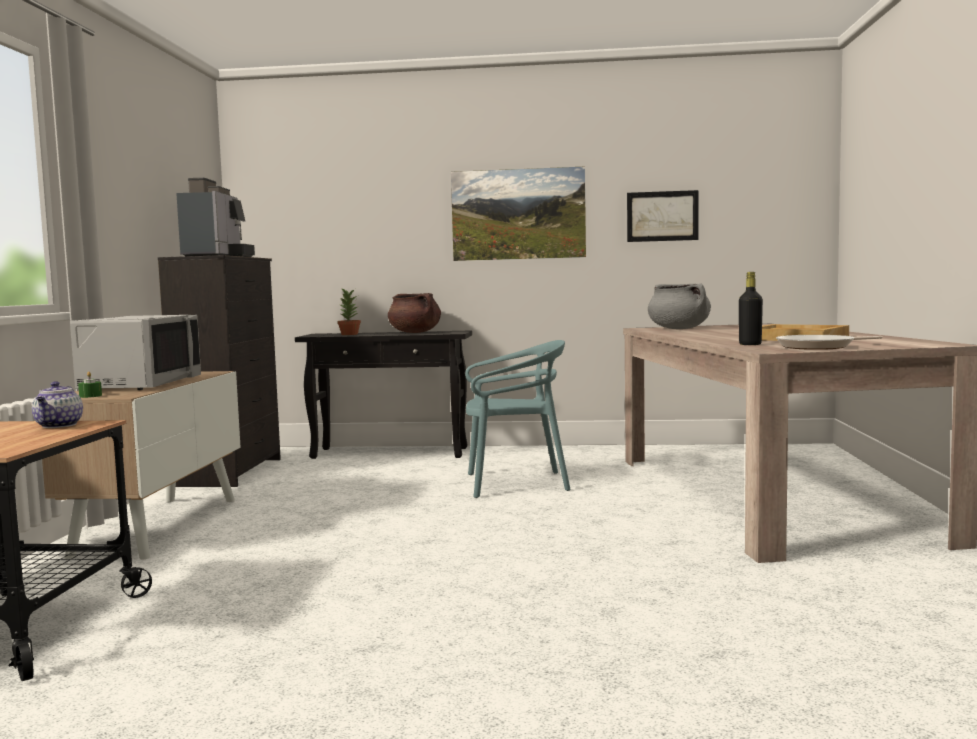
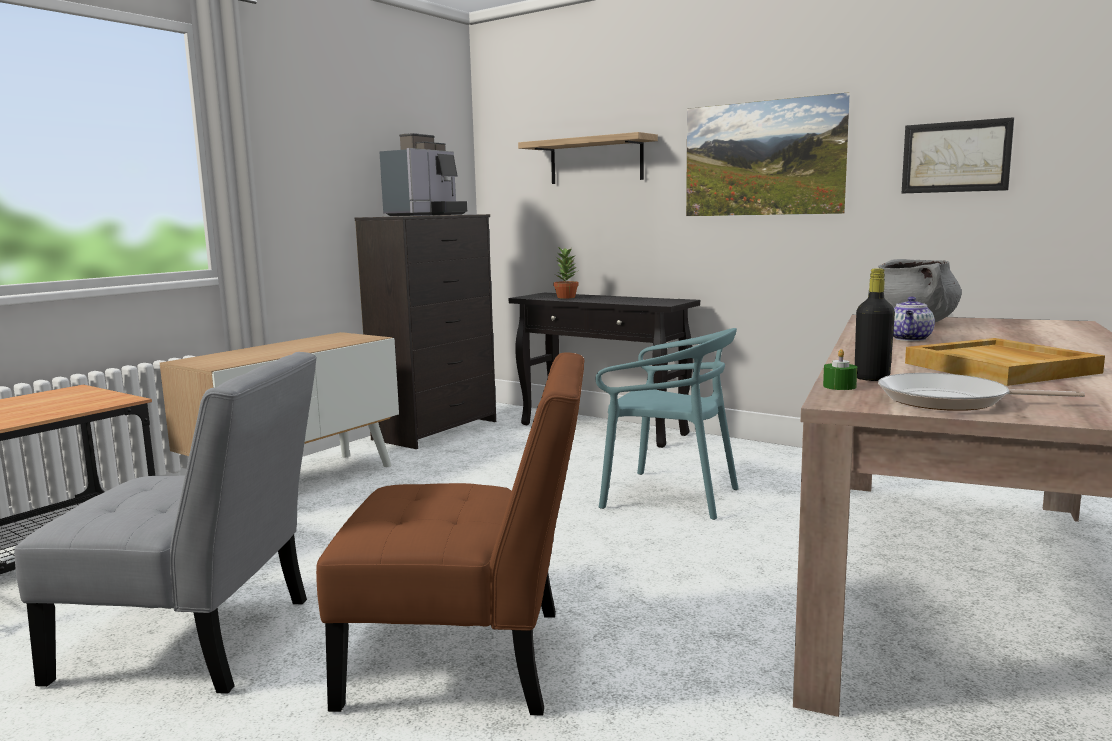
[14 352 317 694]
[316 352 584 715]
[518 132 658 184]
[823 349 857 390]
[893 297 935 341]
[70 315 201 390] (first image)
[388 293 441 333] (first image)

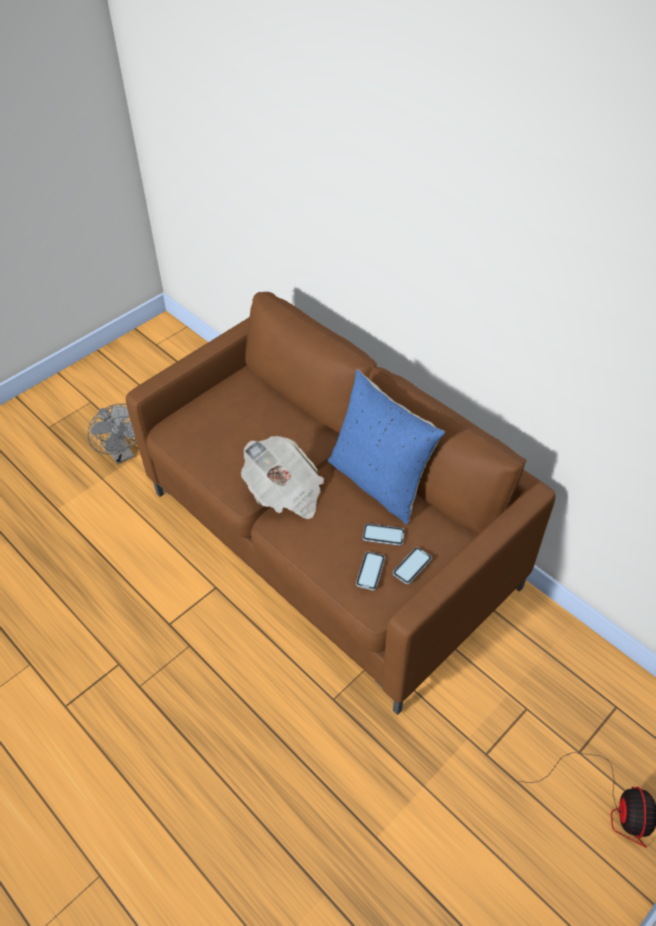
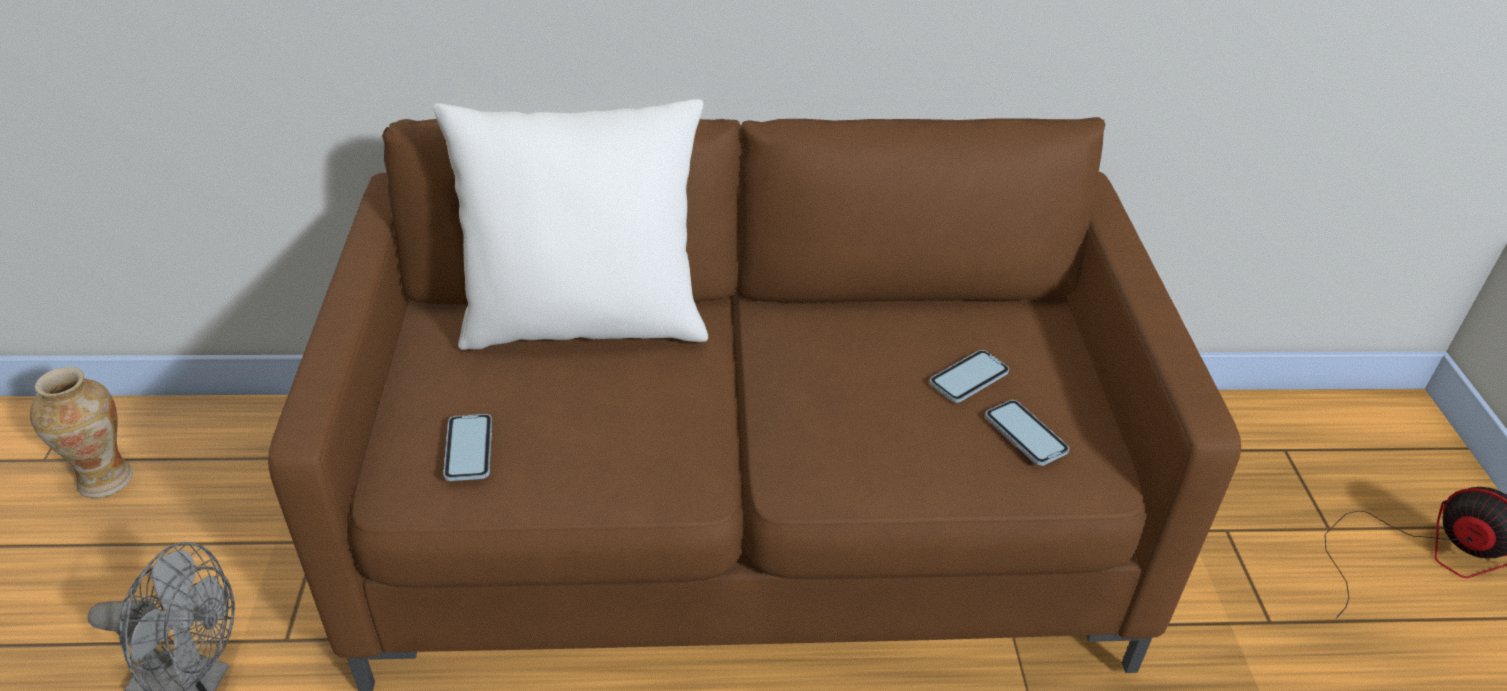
[30 367 133 498]
[433 99 708 350]
[443 414 492 481]
[241 436 324 519] (first image)
[328 370 445 525] (first image)

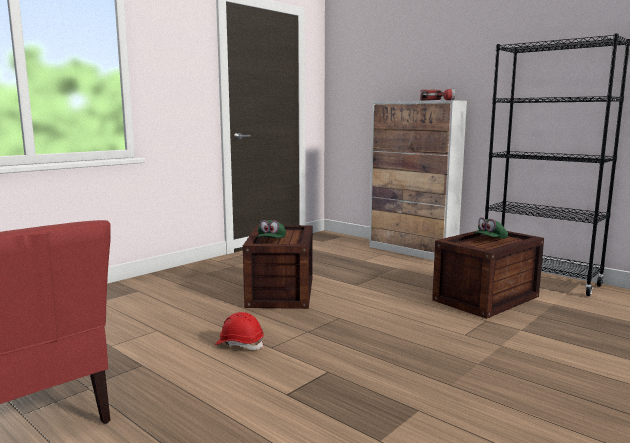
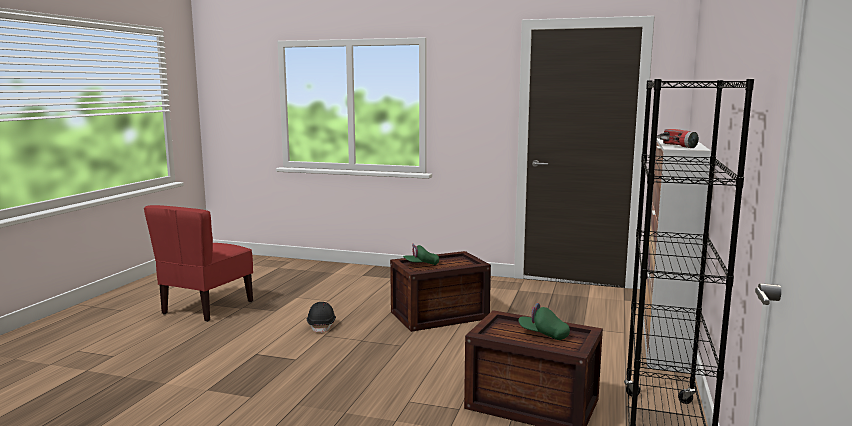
[307 302 336 334]

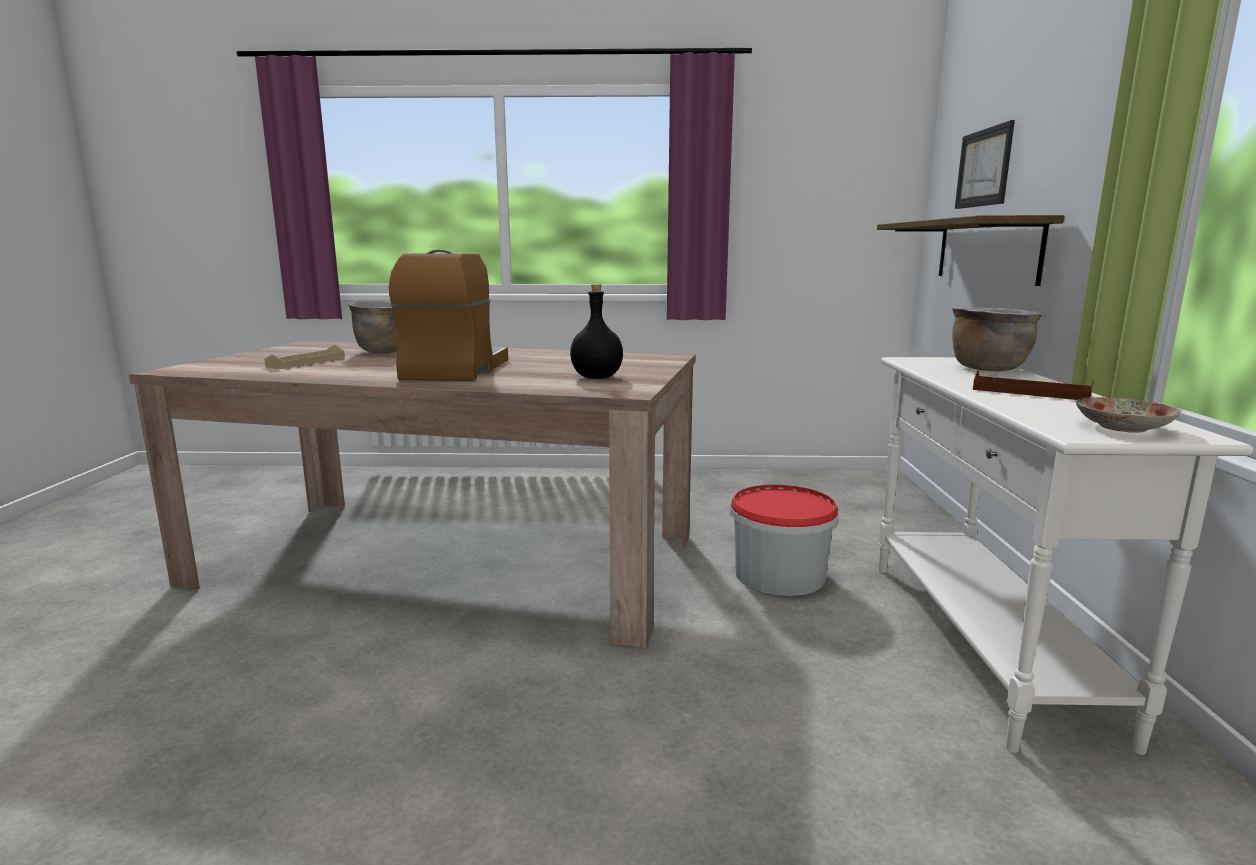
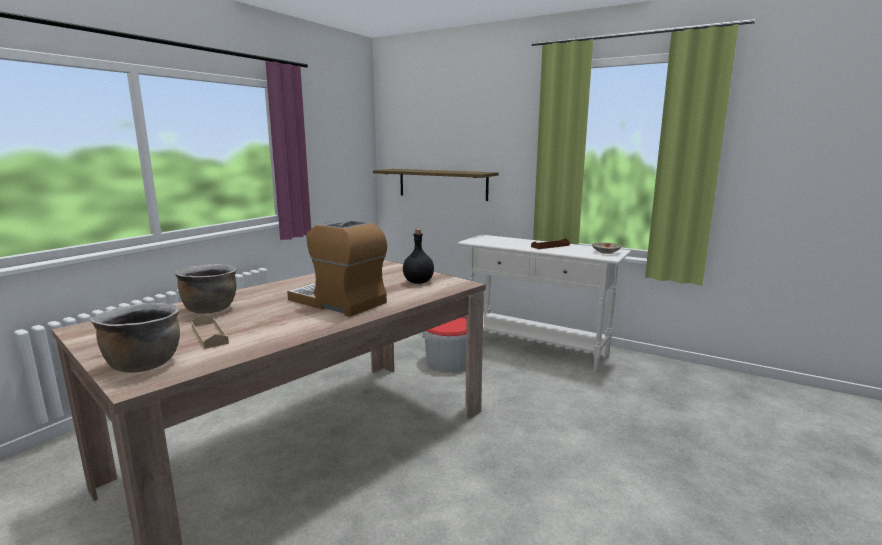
[90 303 180 373]
[955 120 1015 209] (first image)

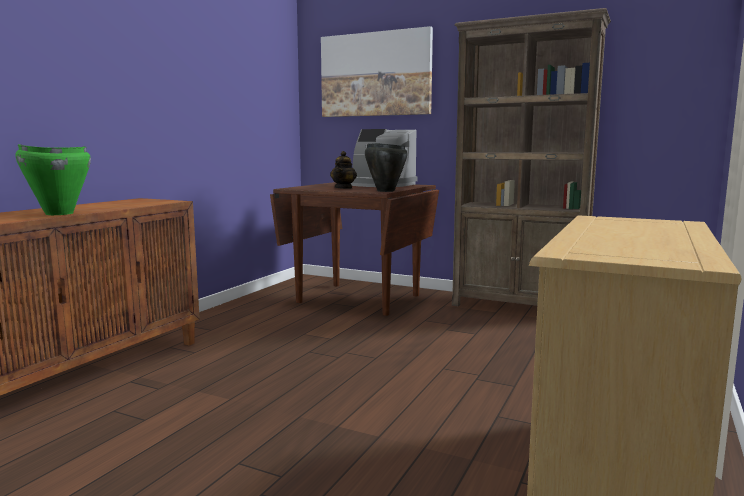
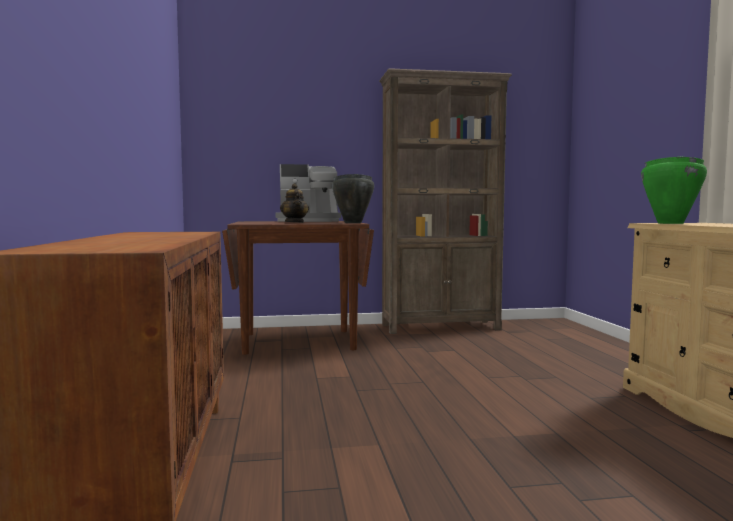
[641 157 707 224]
[321 26 433 117] (first image)

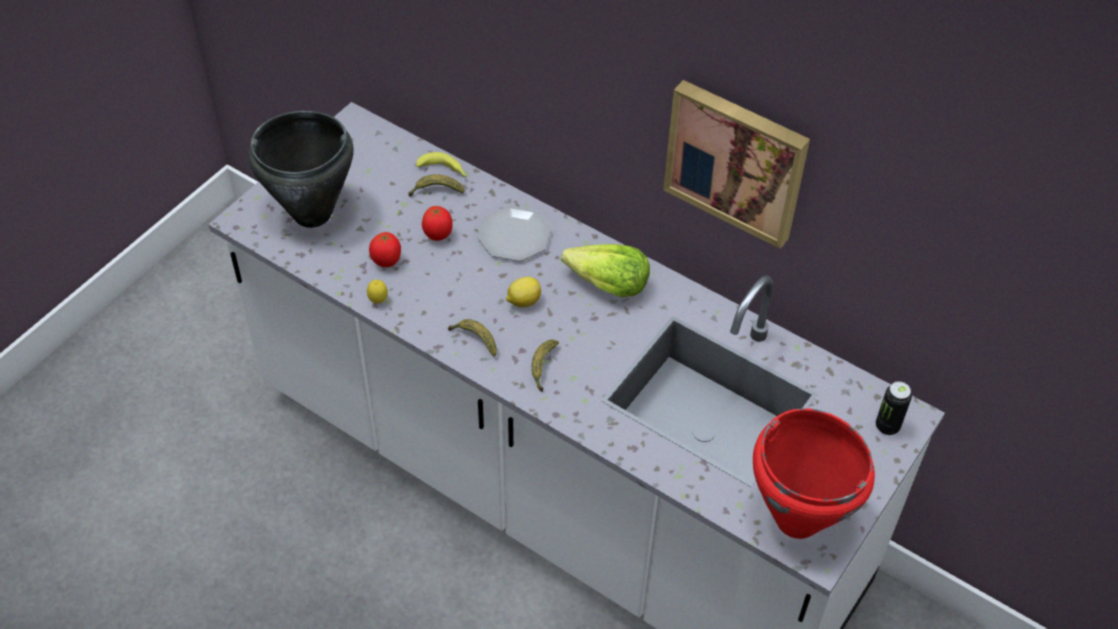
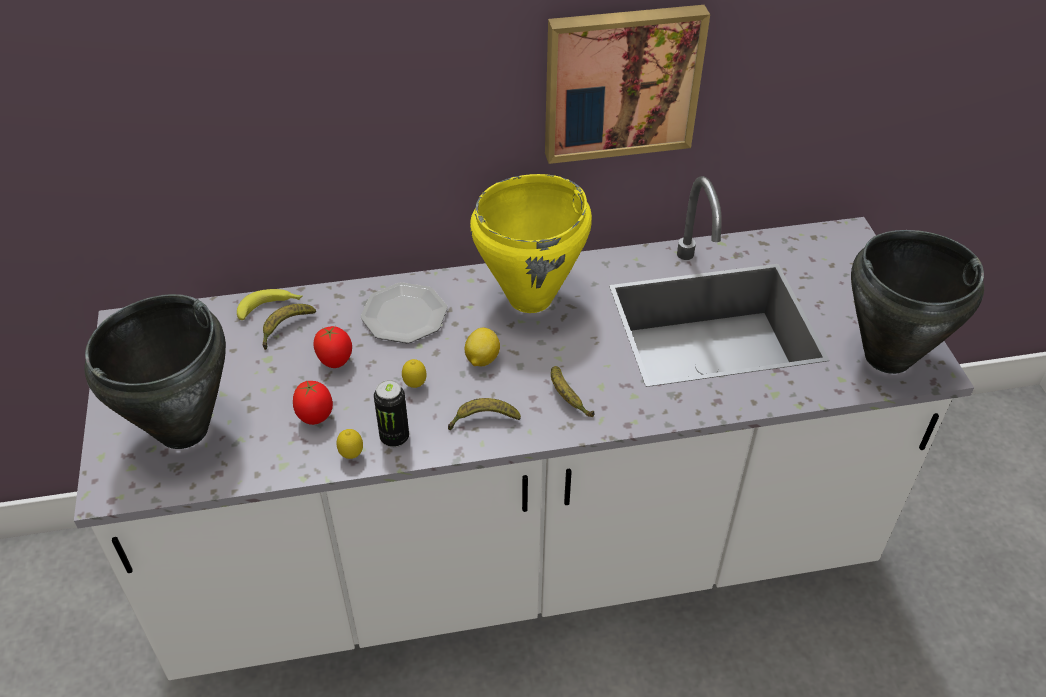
[374 380 409 447]
[402 359 427 388]
[470 174 592 313]
[851 230 984 374]

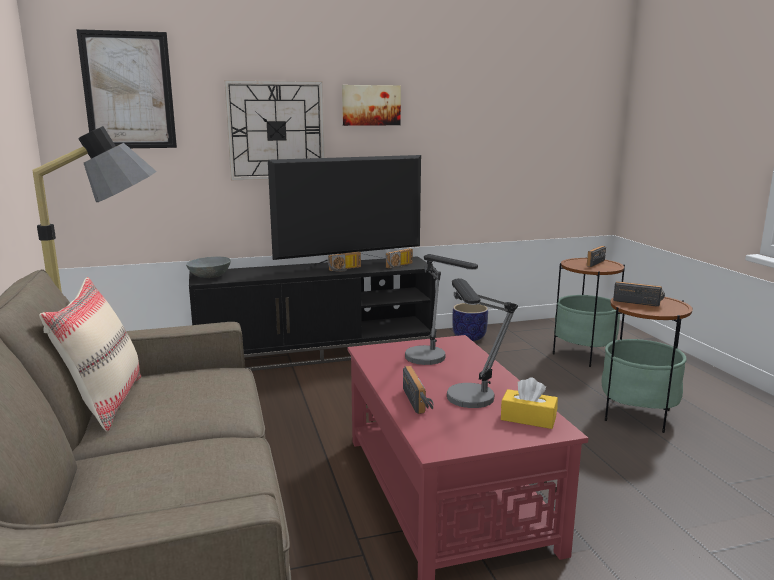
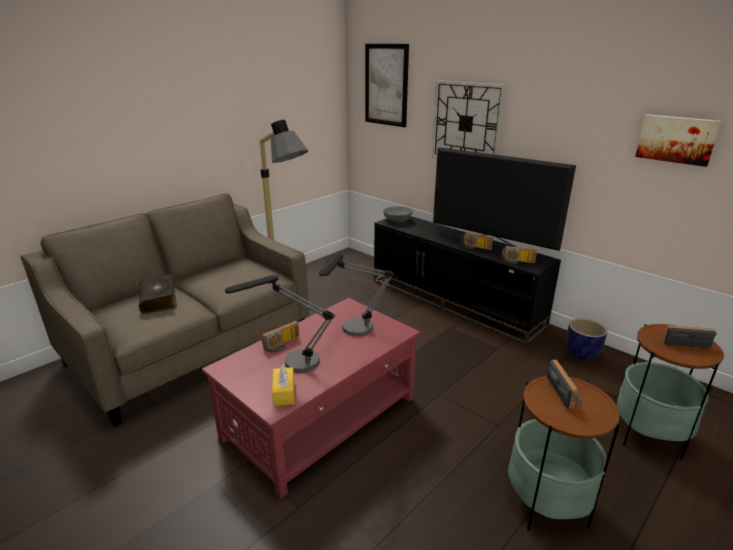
[139 274 177 314]
[635 114 721 167]
[39 277 141 431] (first image)

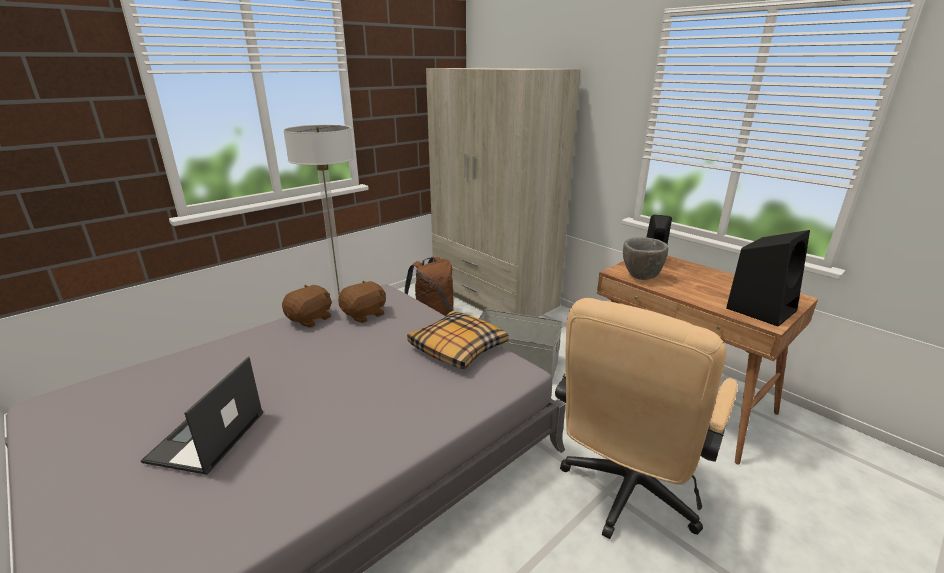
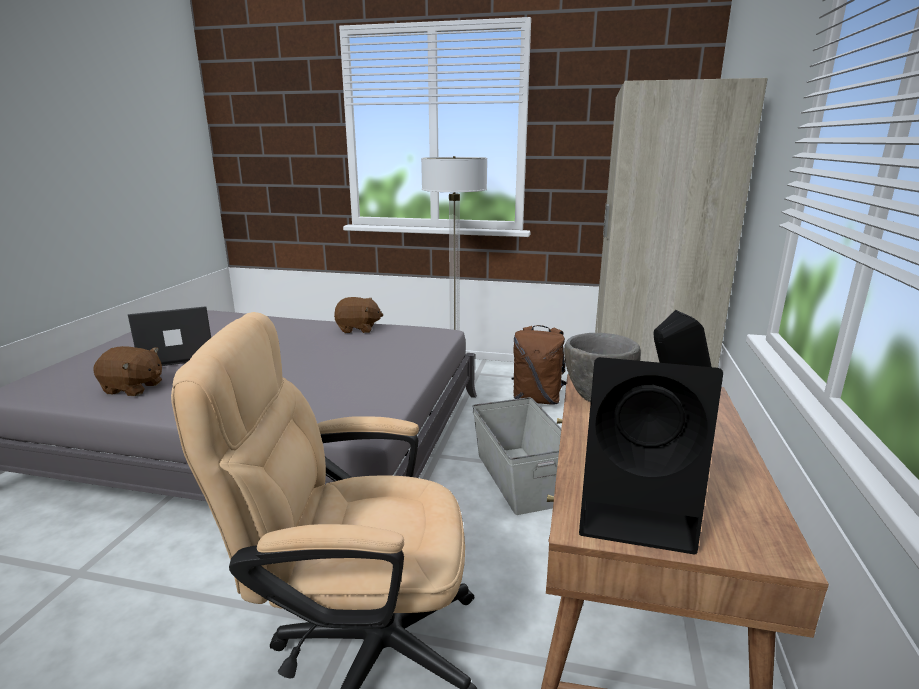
[93 346 162 396]
[407 311 509 369] (first image)

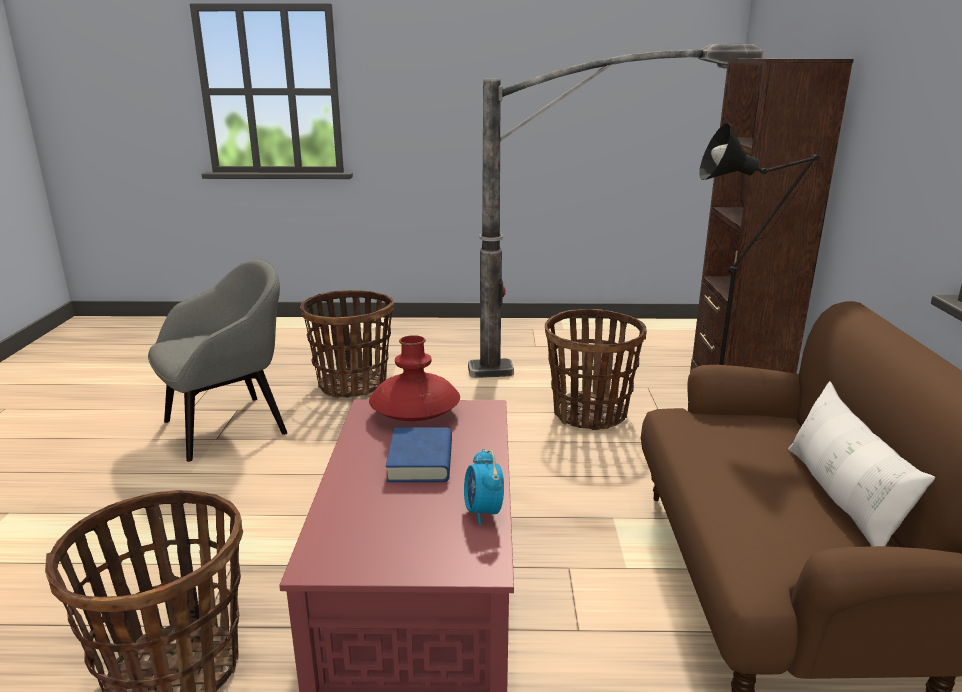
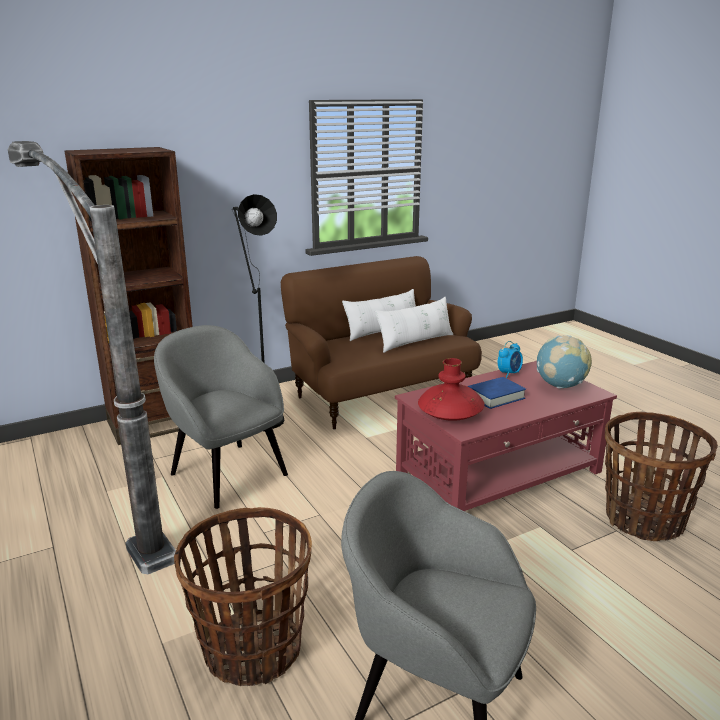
[154 325 288 509]
[375 297 453 353]
[537 335 592 389]

